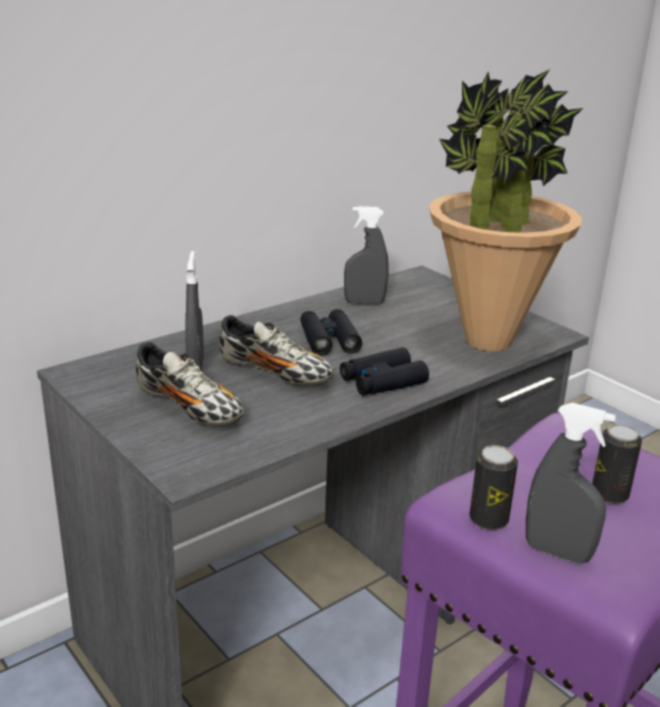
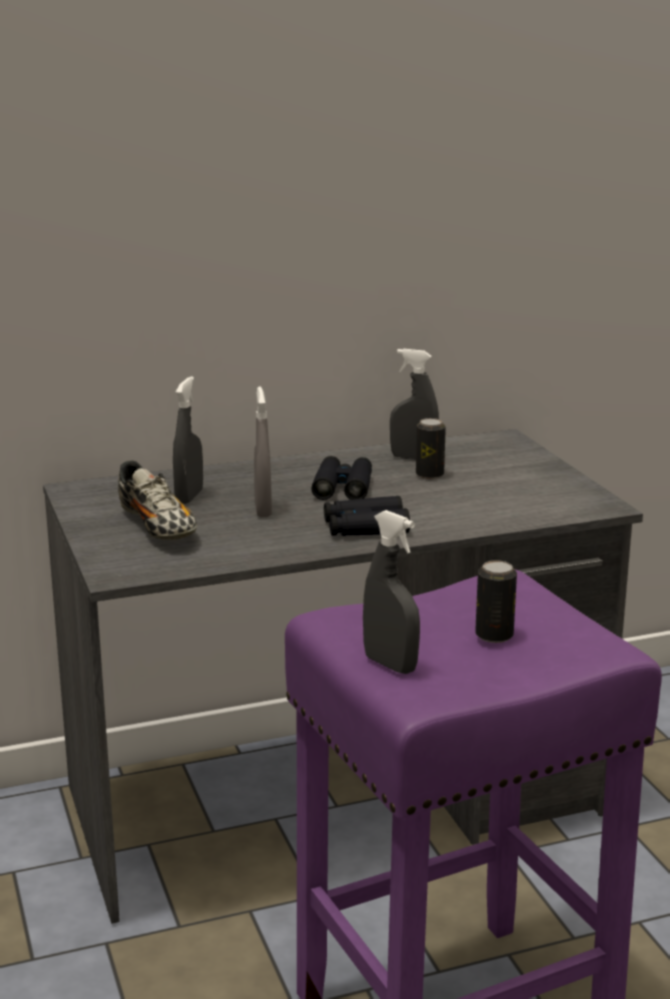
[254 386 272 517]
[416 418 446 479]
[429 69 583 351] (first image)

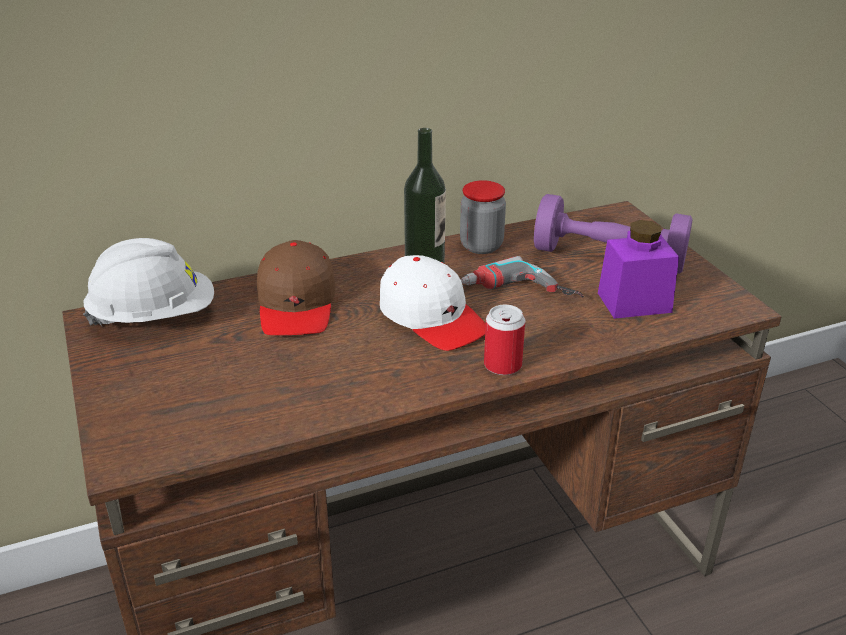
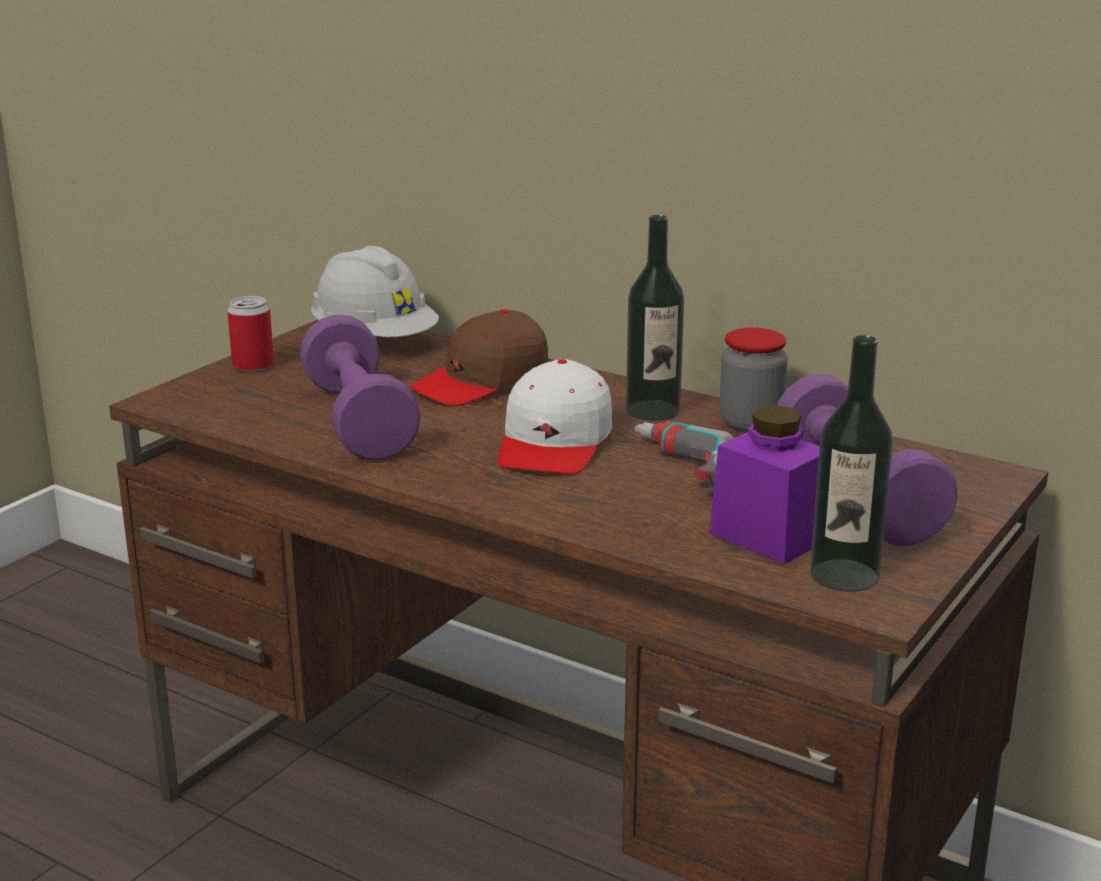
[227 296 274 372]
[300 314 421 460]
[810 335 893 592]

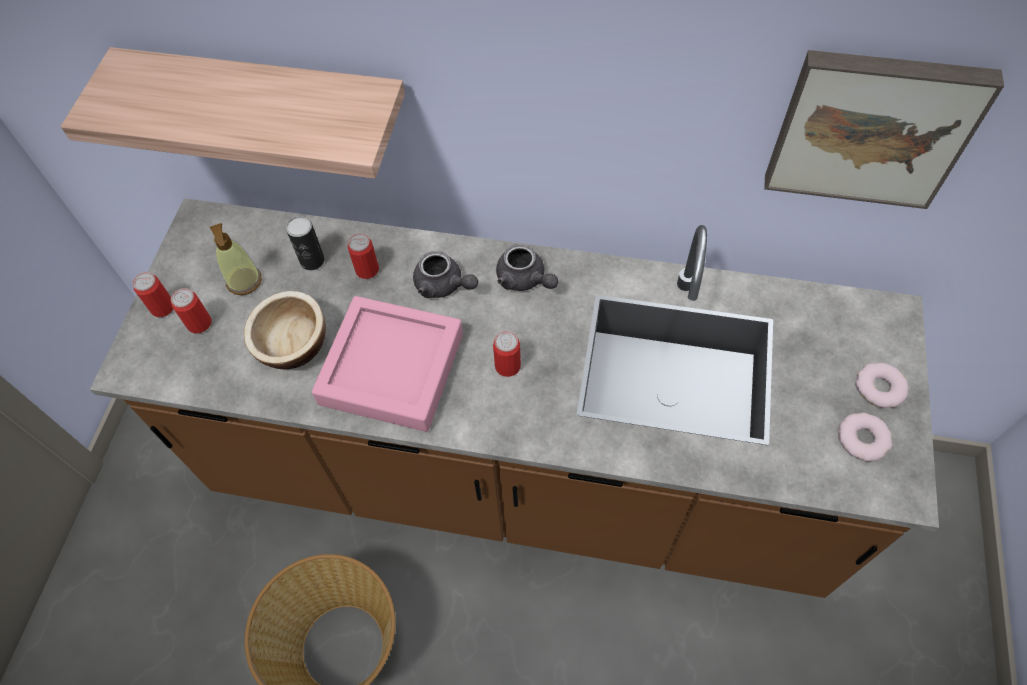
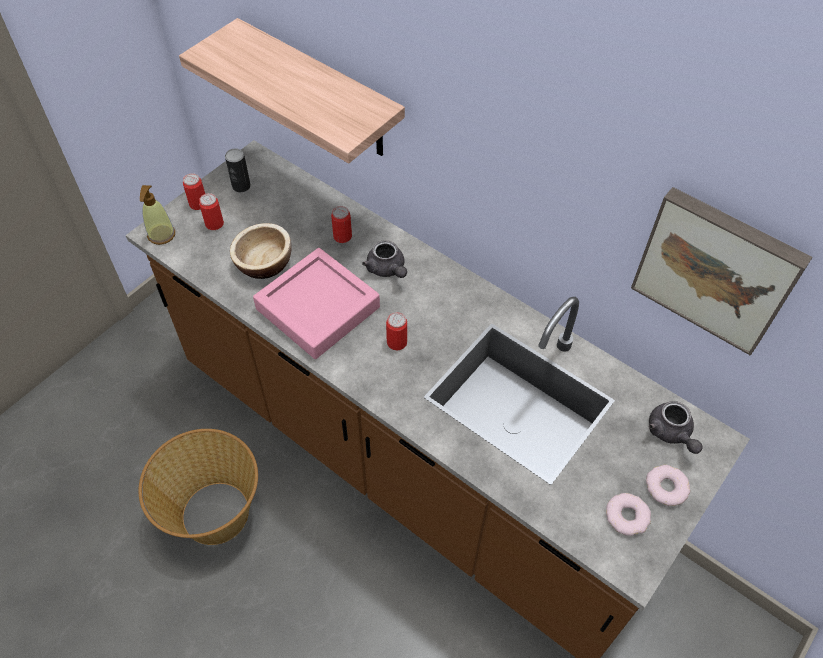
[140 185 175 245]
[225 148 251 192]
[649 401 703 454]

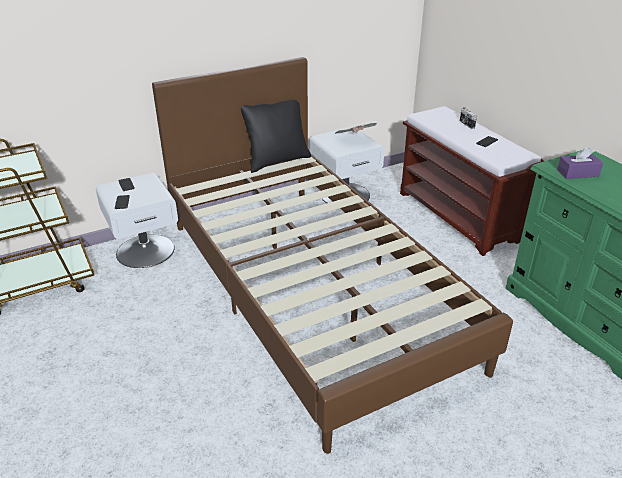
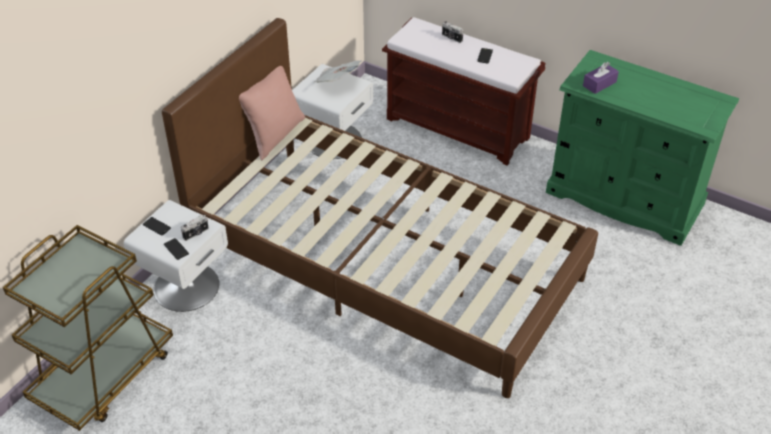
[181 215 209 241]
[239 66 305 160]

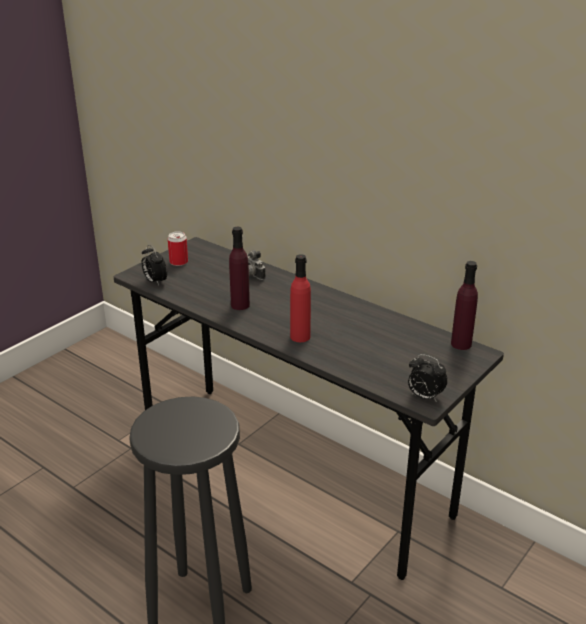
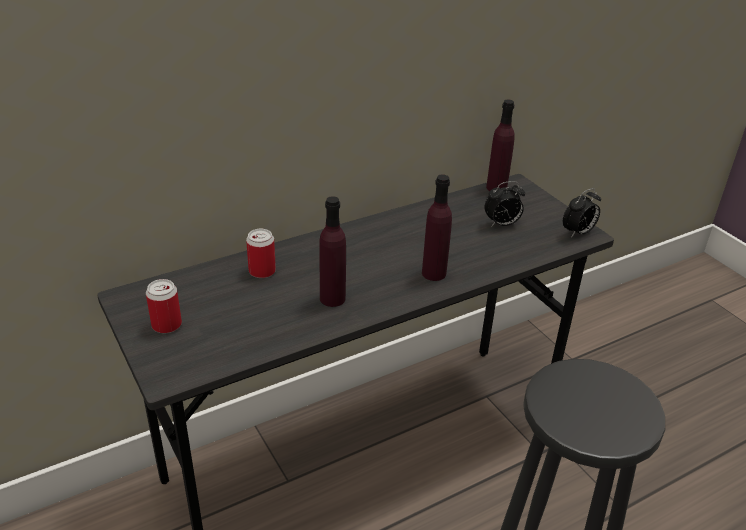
[246 229 276 278]
[422 175 452 281]
[484 181 525 227]

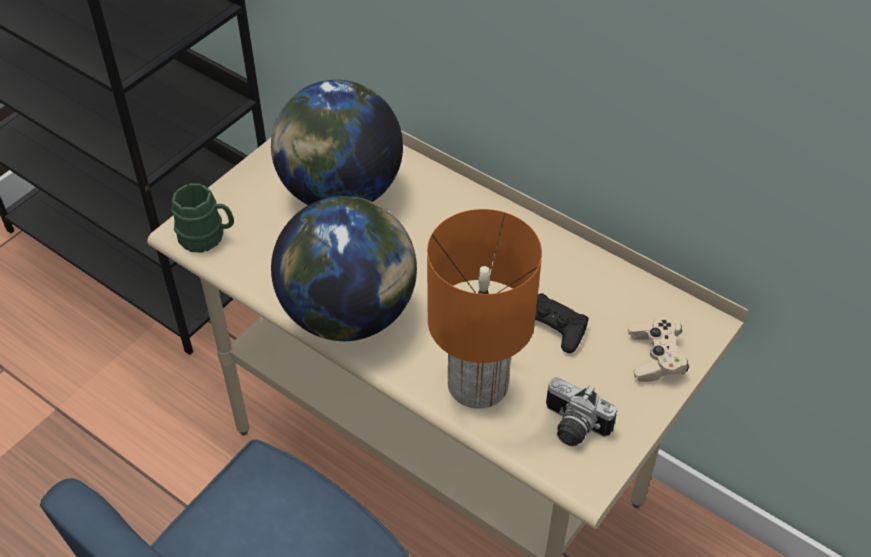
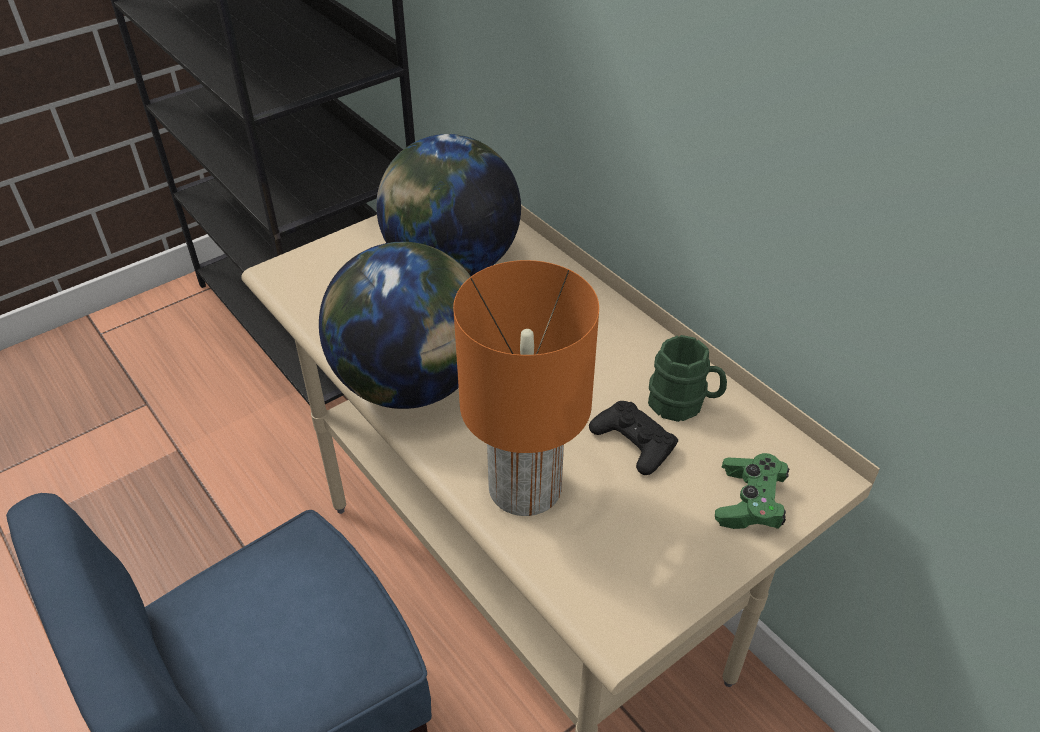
[648 335 727 422]
[715 453 790 529]
[546 377 617 446] (first image)

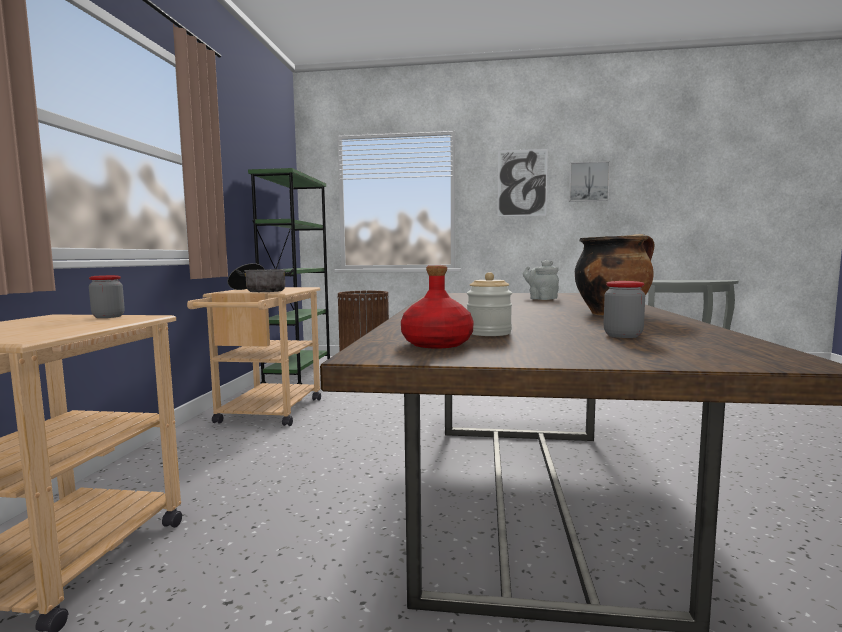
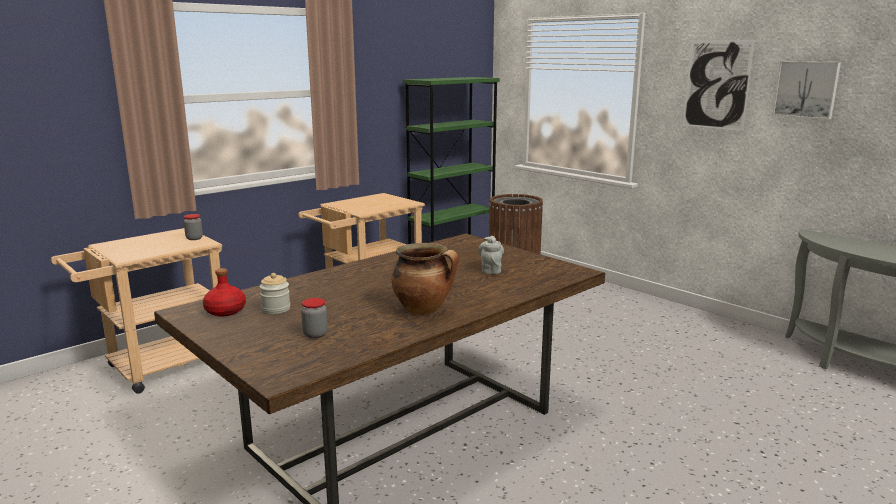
[227 263 294 292] (first image)

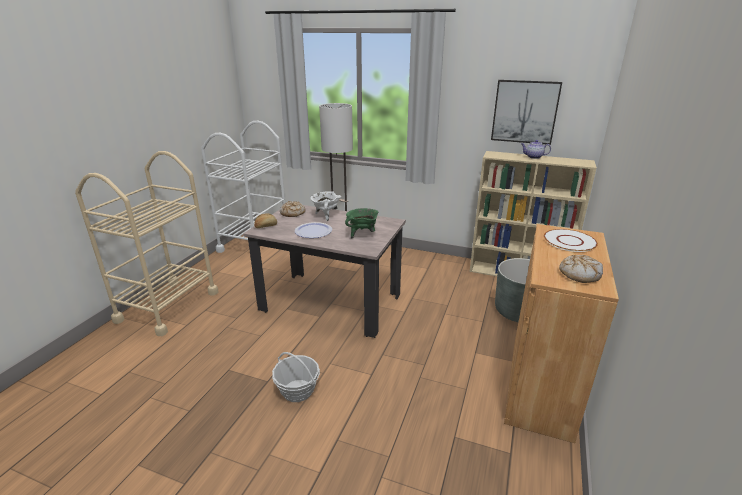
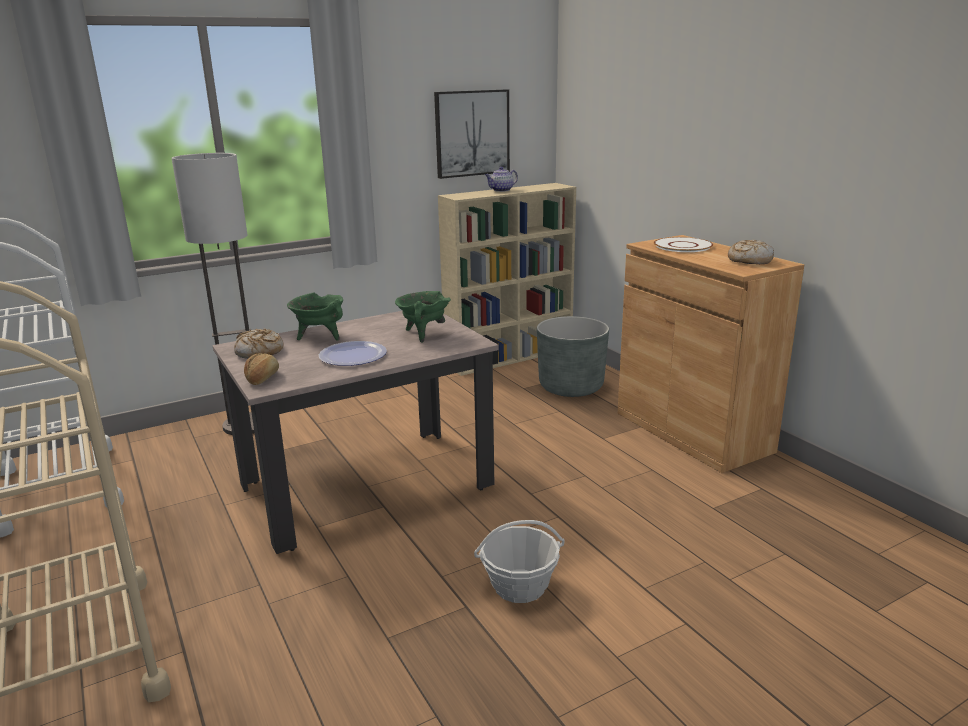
[287 292 343 341]

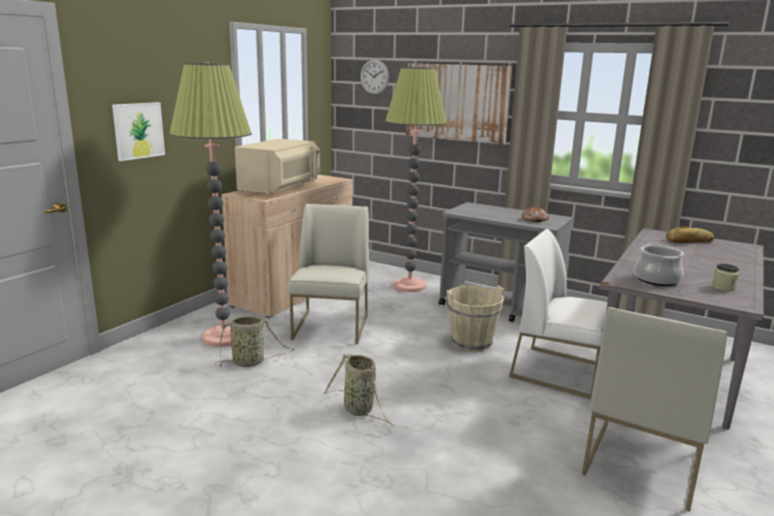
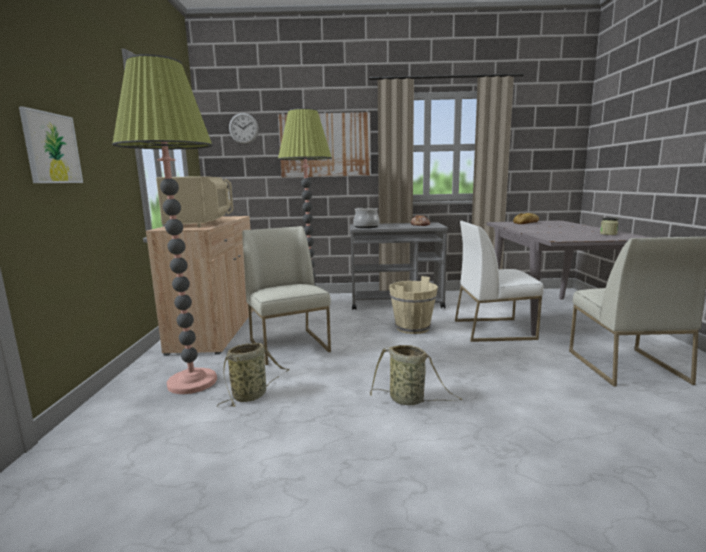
[353 208 380 228]

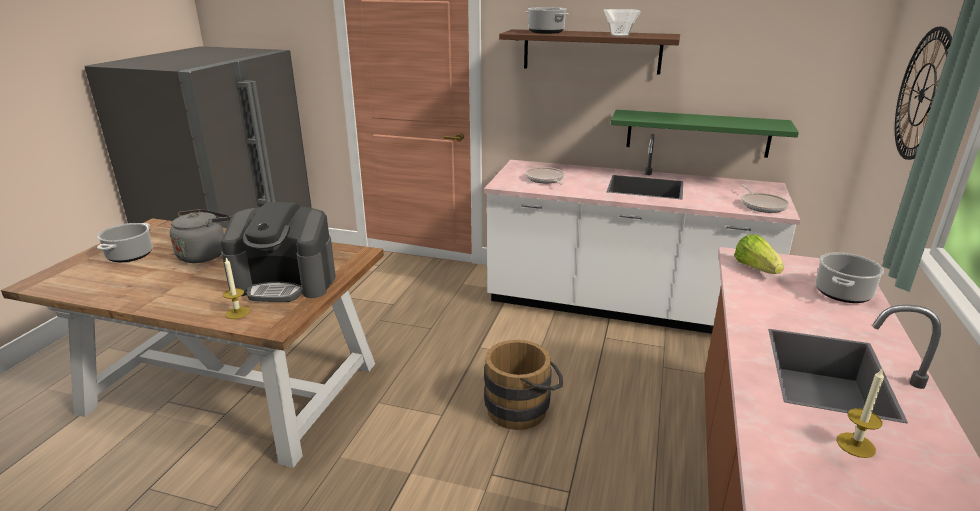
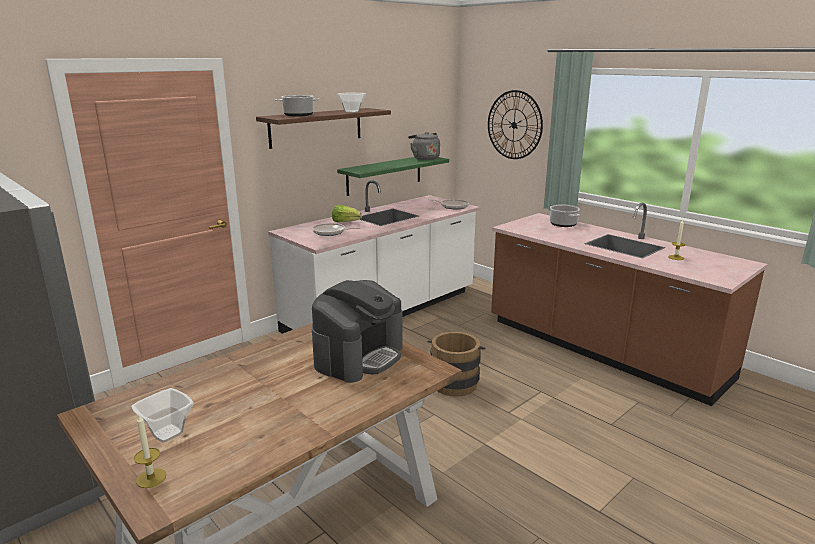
[131 388 194 443]
[134 415 166 488]
[332 205 362 222]
[408 132 440 160]

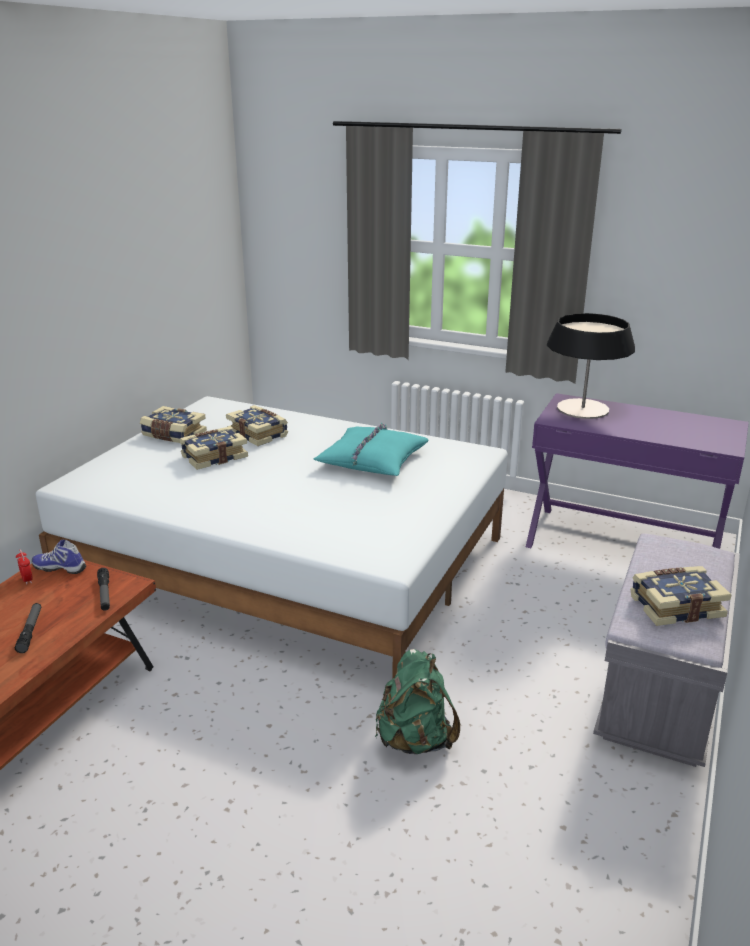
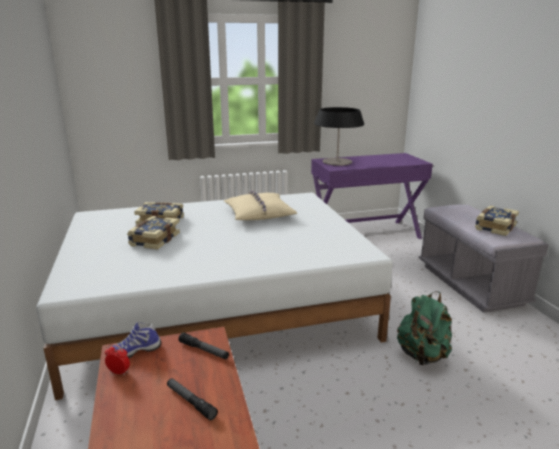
[224 190 298 220]
[140 406 207 443] (first image)

